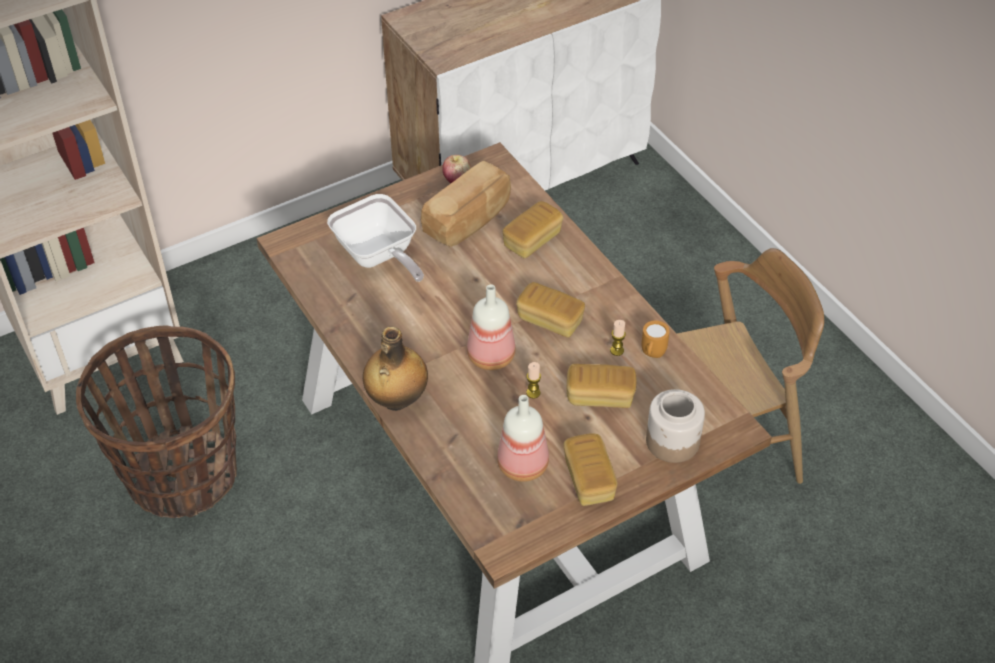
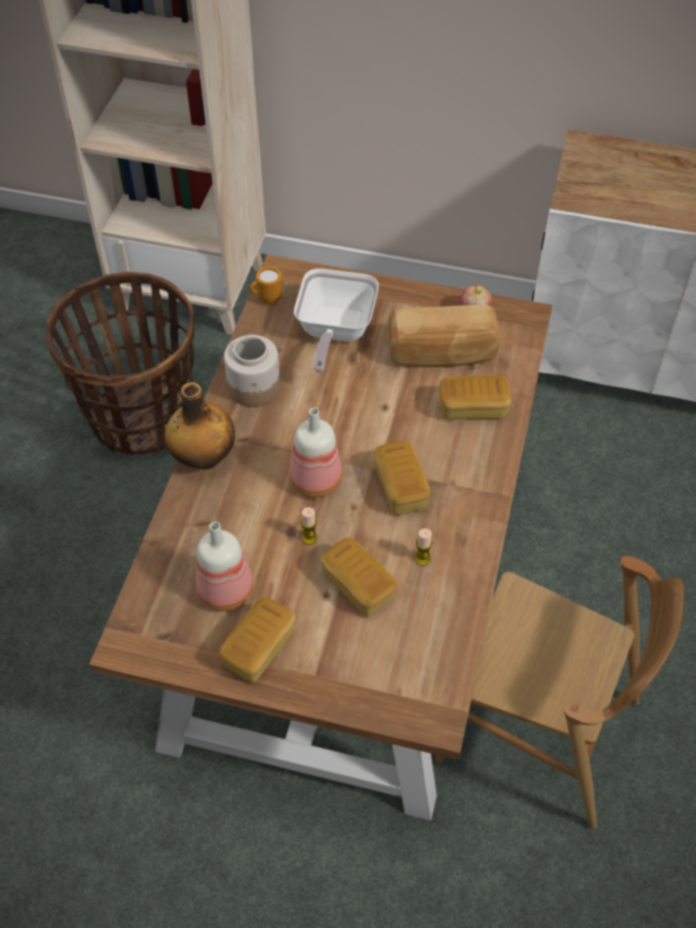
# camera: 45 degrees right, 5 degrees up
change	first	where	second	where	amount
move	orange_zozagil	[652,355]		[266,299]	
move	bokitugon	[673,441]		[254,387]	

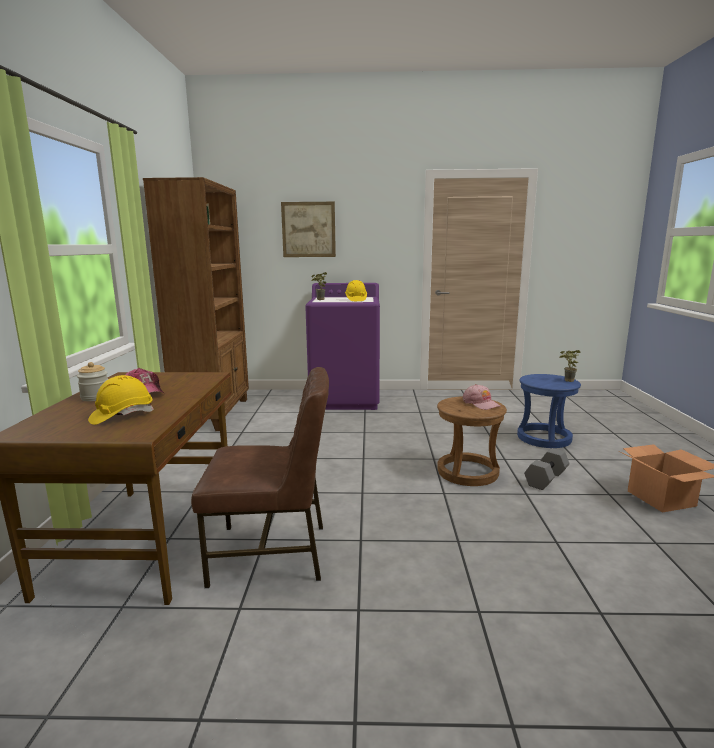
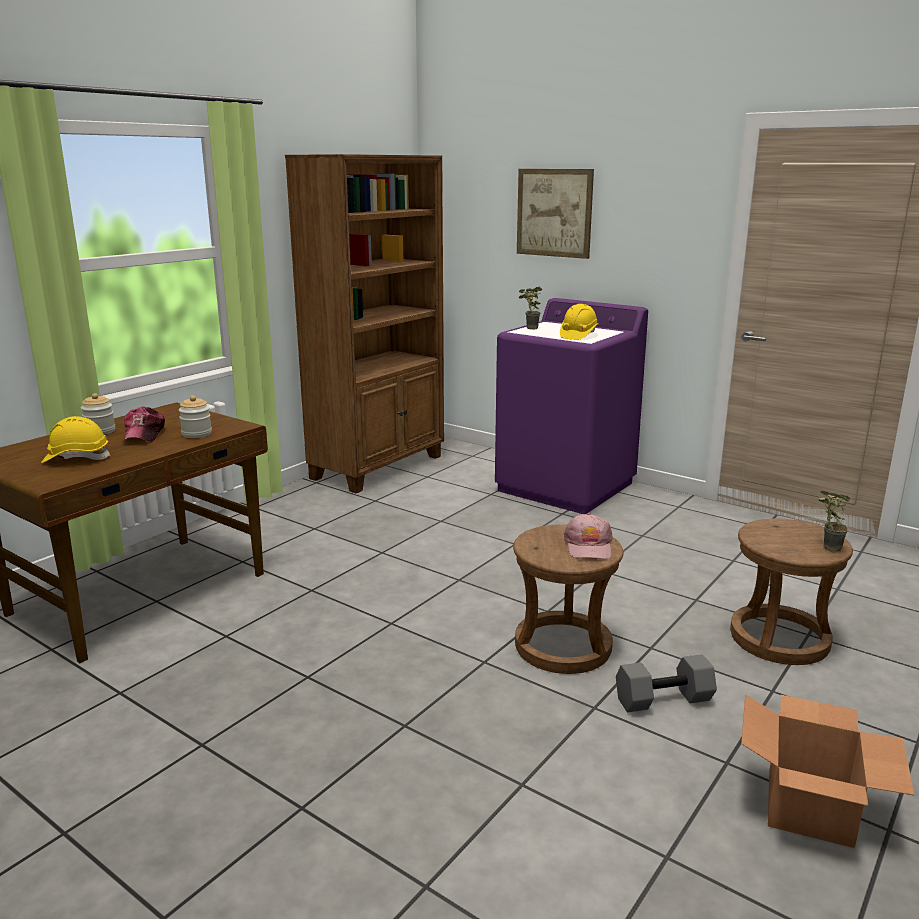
# camera: 35 degrees right, 5 degrees up
change	first	where	second	where	amount
delete	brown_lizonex	[272,553]			
recolor	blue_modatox	[544,438]	brown_modatox	[780,638]	
insert			bokitugon	[197,434]	

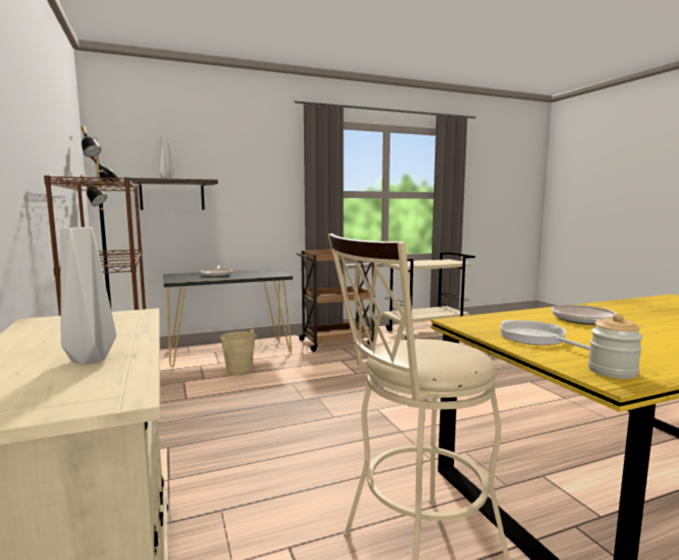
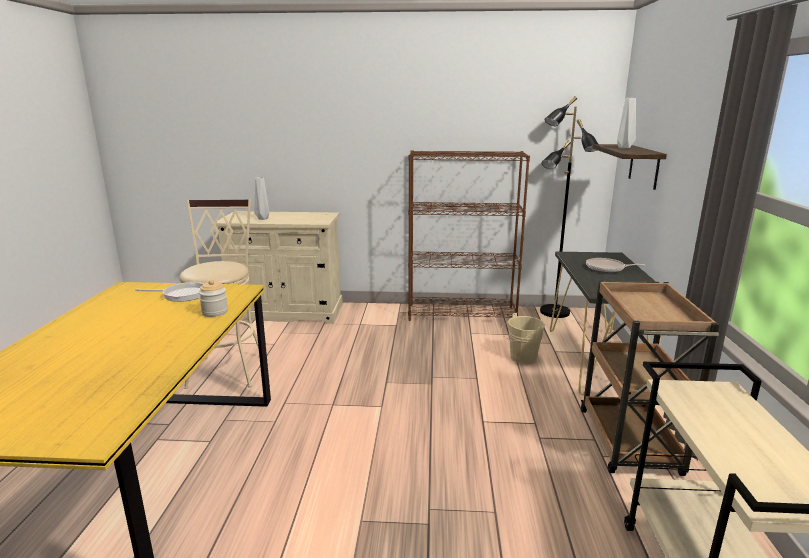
# camera: 115 degrees right, 10 degrees up
change	first	where	second	where	amount
delete	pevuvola	[583,320]			
move	bokitugon	[612,371]		[215,312]	

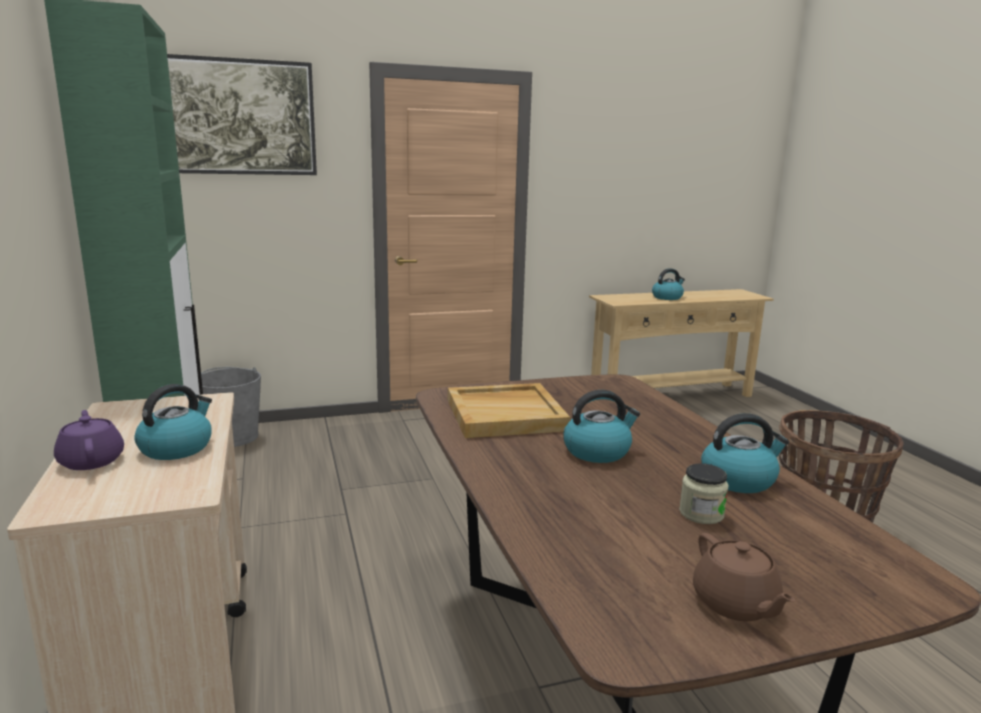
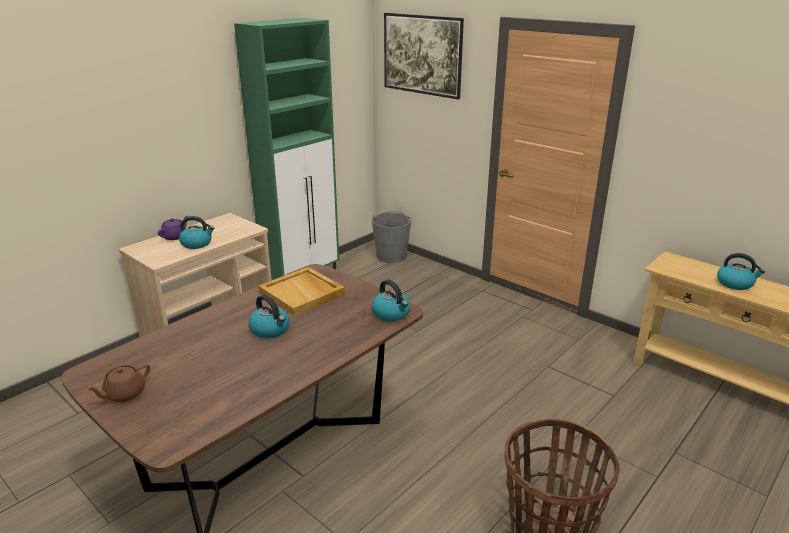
# camera: 60 degrees right, 10 degrees up
change	first	where	second	where	amount
delete	bokitugon	[701,513]			
move	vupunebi	[739,479]		[391,314]	

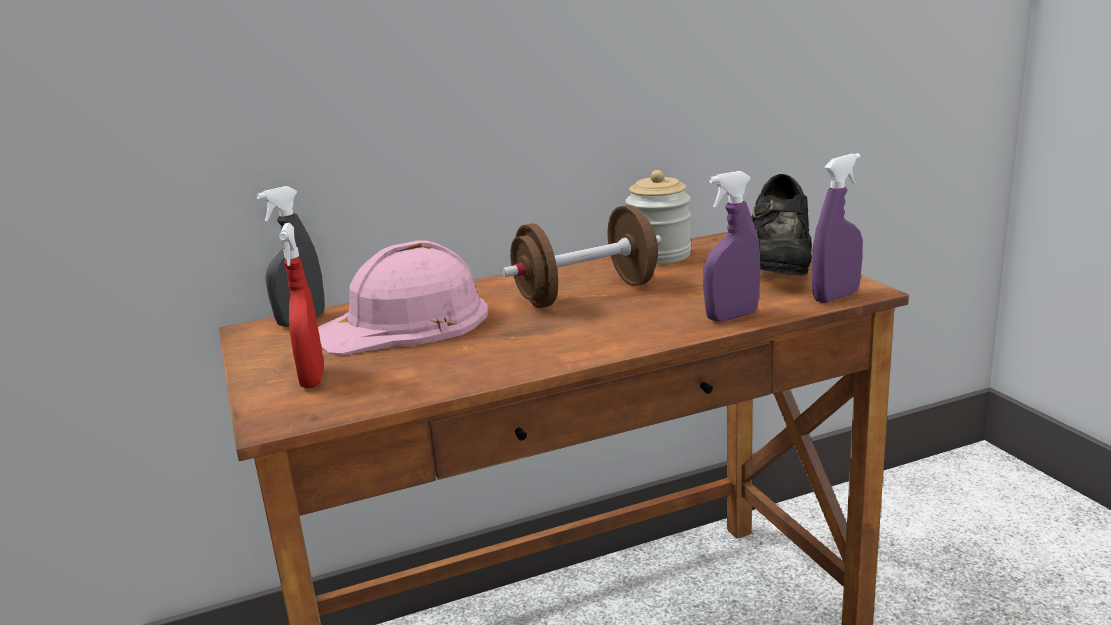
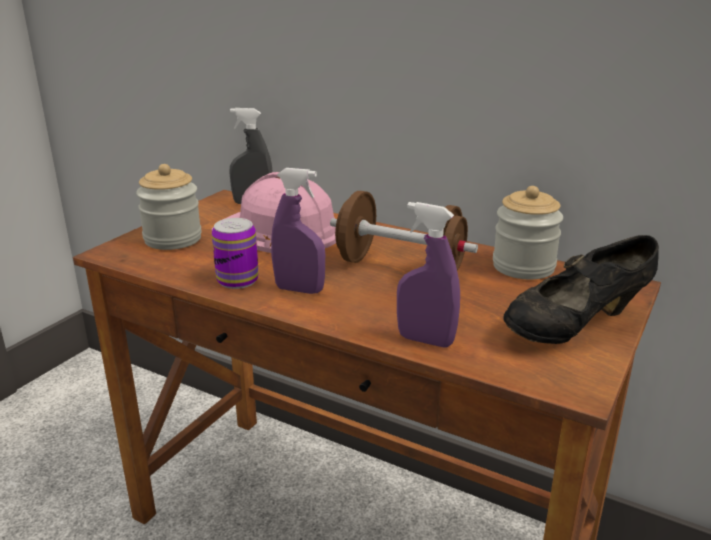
# camera: 50 degrees right, 5 degrees up
change	first	where	second	where	amount
replace	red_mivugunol	[313,378]	bokitugon	[173,239]	
move	purple_mivugunol	[835,297]		[299,290]	
insert			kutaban	[237,280]	

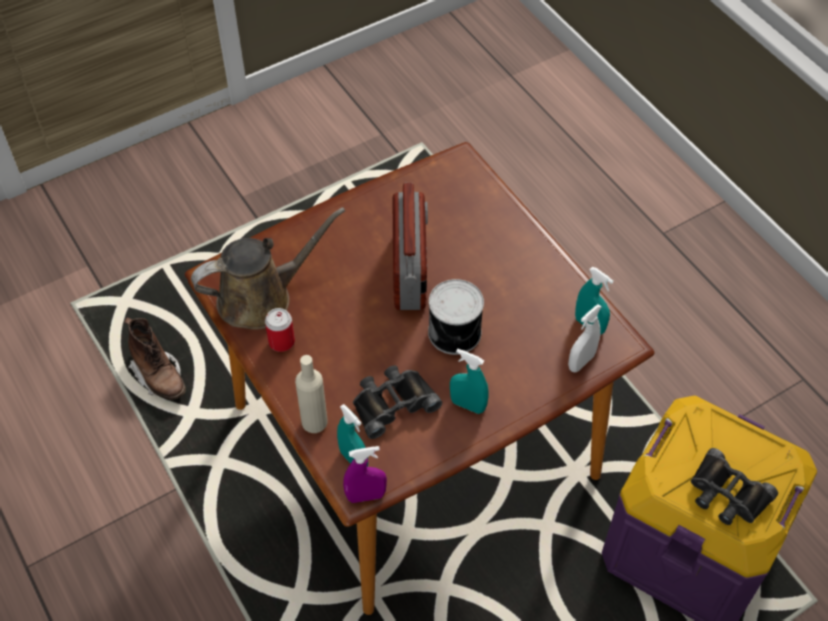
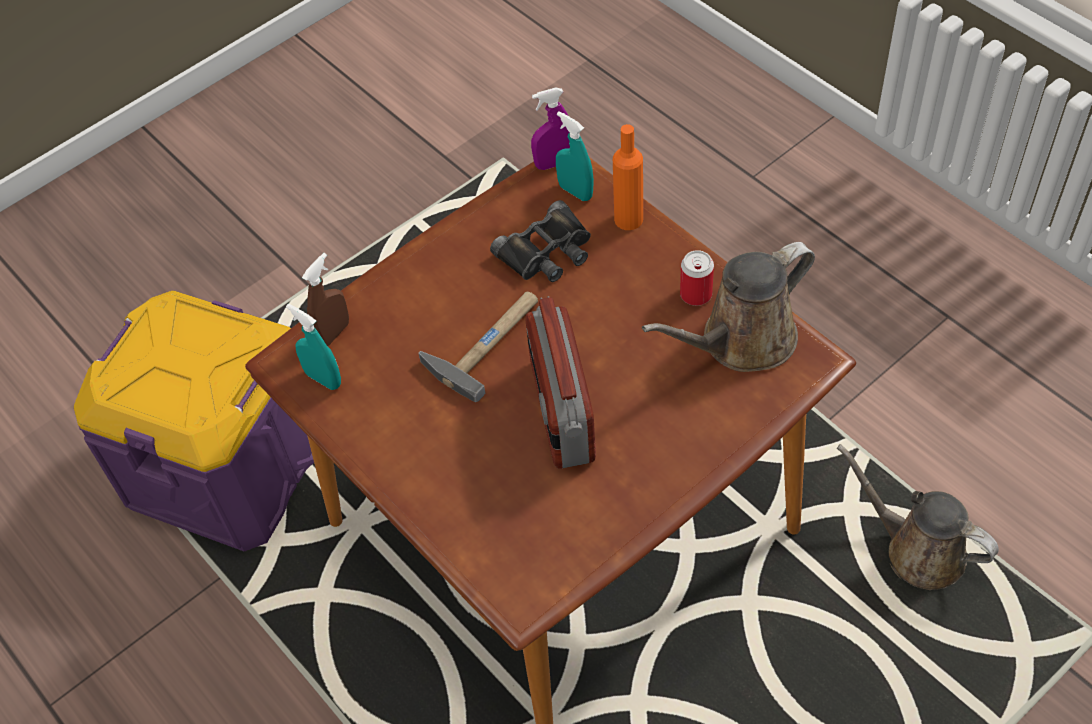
# camera: 175 degrees right, 0 degrees up
change	first	where	second	where	amount
replace	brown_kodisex	[159,376]	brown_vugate	[917,551]	
recolor	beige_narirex	[314,421]	orange_narirex	[628,219]	
replace	kutaban	[456,332]	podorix	[488,341]	
delete	turquoise_mivugunol	[467,405]			
recolor	white_mivugunol	[581,362]	brown_mivugunol	[333,333]	
delete	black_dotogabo	[727,494]			

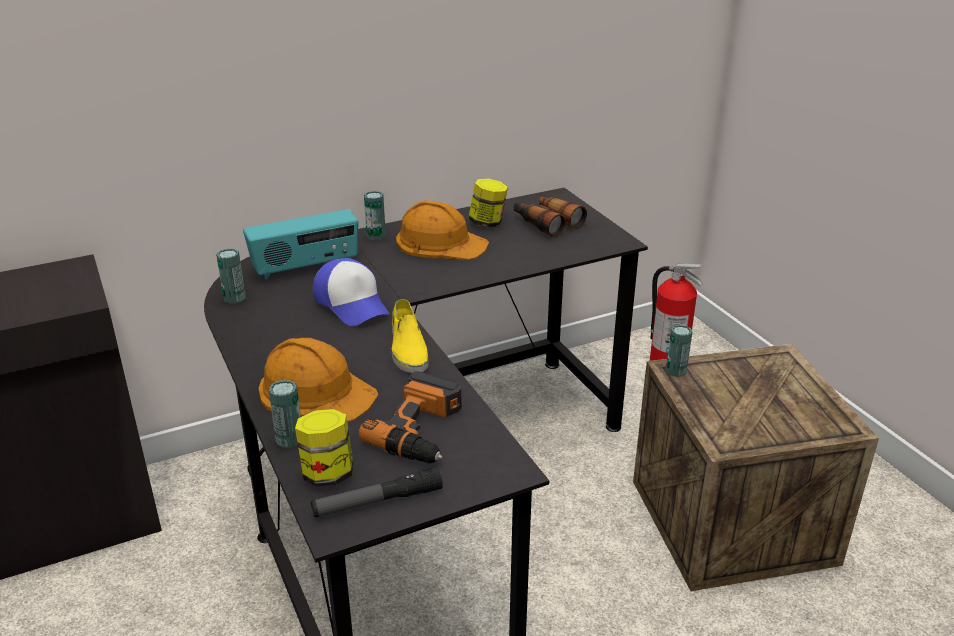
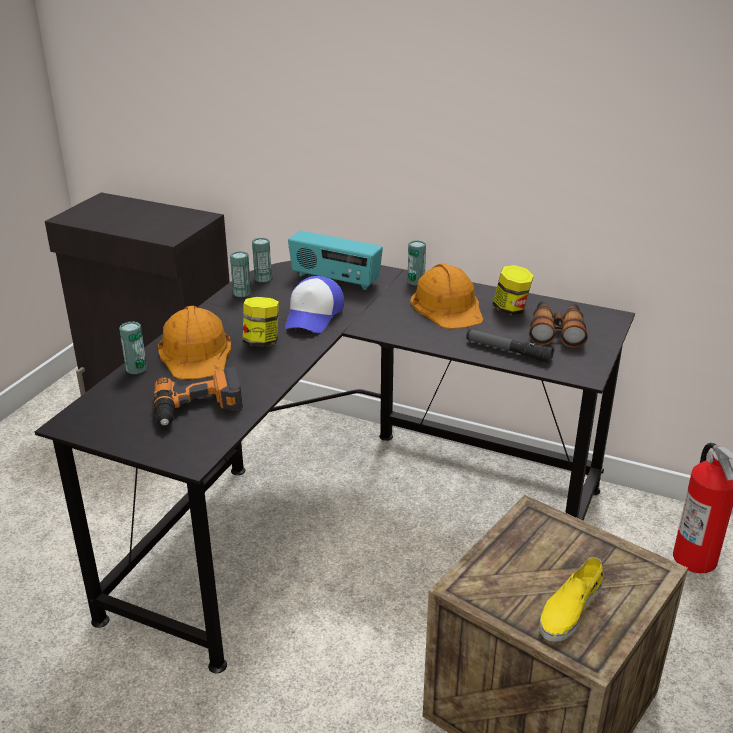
# camera: 50 degrees right, 0 degrees up
change	first	where	second	where	amount
move	bokitugon	[327,473]		[262,342]	
move	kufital	[377,501]		[508,351]	
move	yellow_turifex	[408,348]		[569,608]	
move	kutaban	[676,371]		[242,293]	

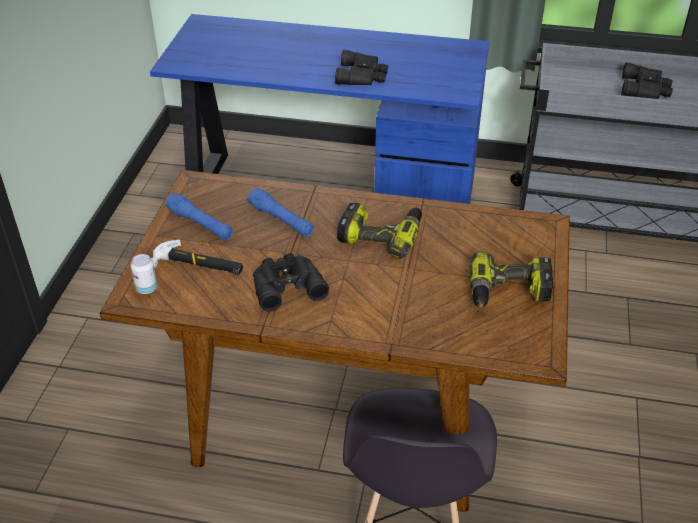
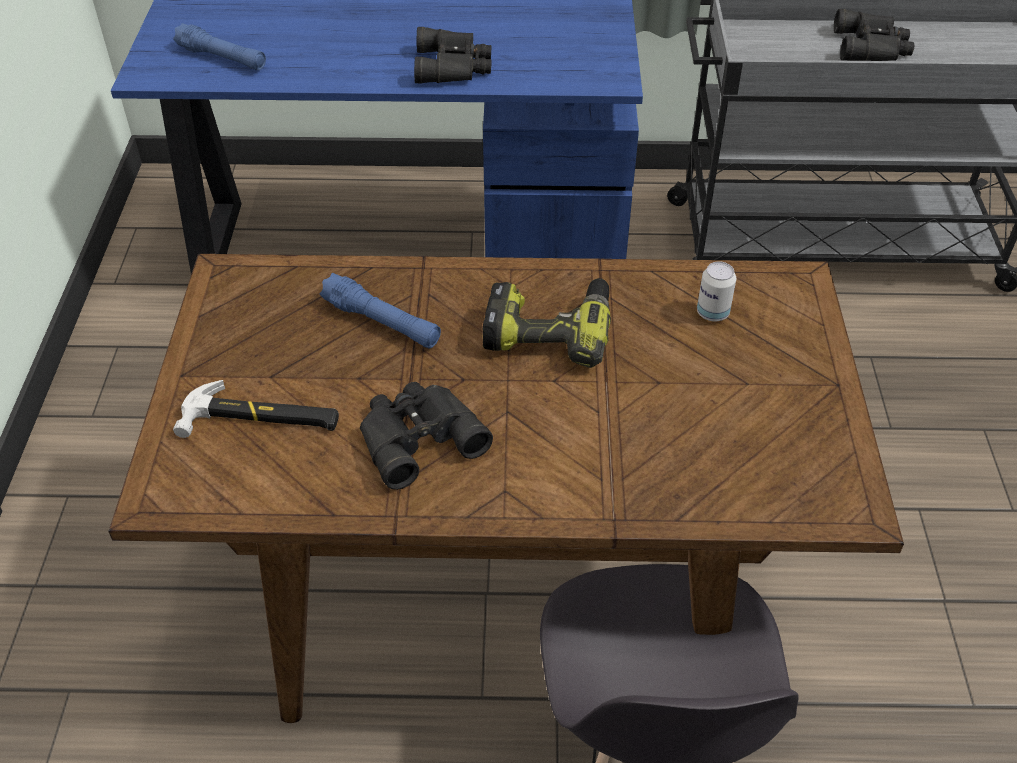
# camera: 10 degrees left, 5 degrees up
change	first	where	second	where	amount
move	kutaban	[147,288]		[712,313]	
move	blue_kufital	[200,224]		[222,58]	
delete	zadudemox	[508,292]			

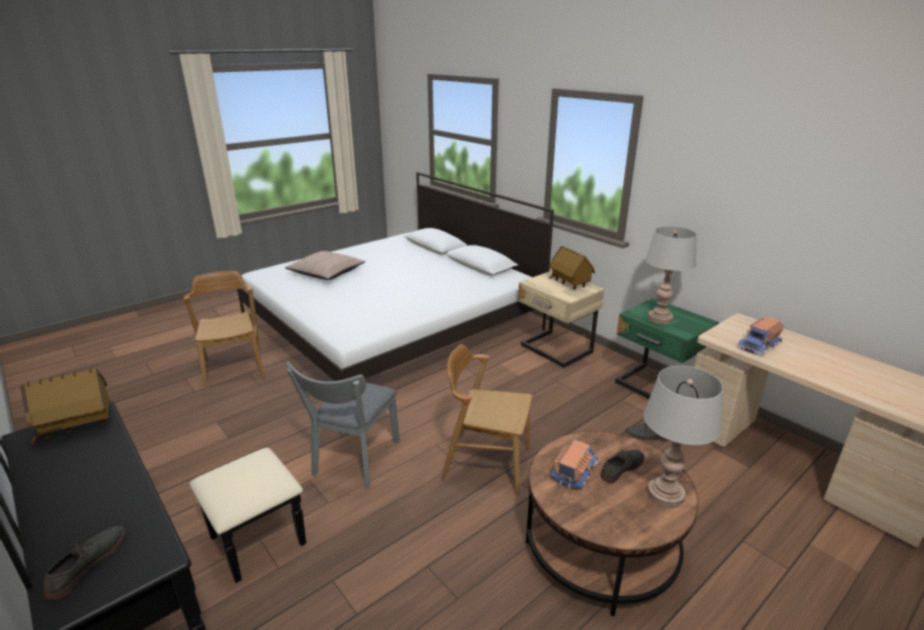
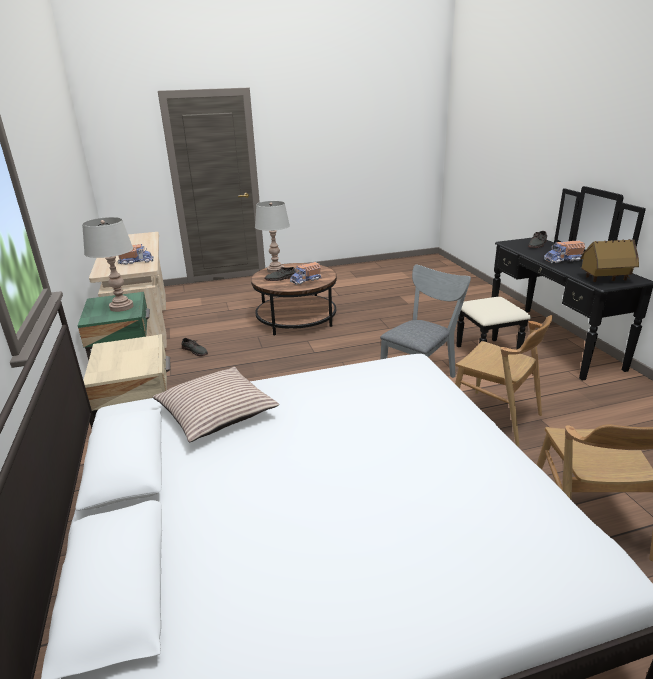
# camera: 155 degrees left, 0 degrees up
change	first	where	second	where	amount
move	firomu	[326,273]		[216,413]	
move	brown_lizonex	[486,463]		[495,418]	
delete	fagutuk	[569,284]			
insert			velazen	[563,260]	

